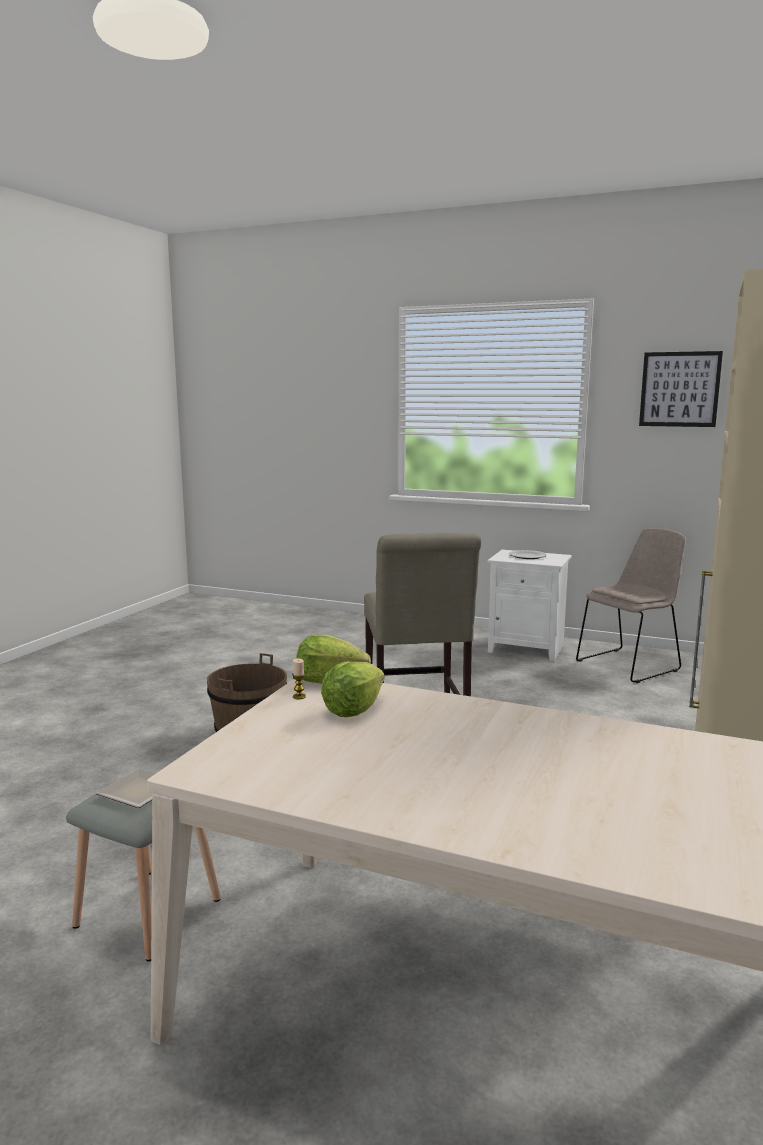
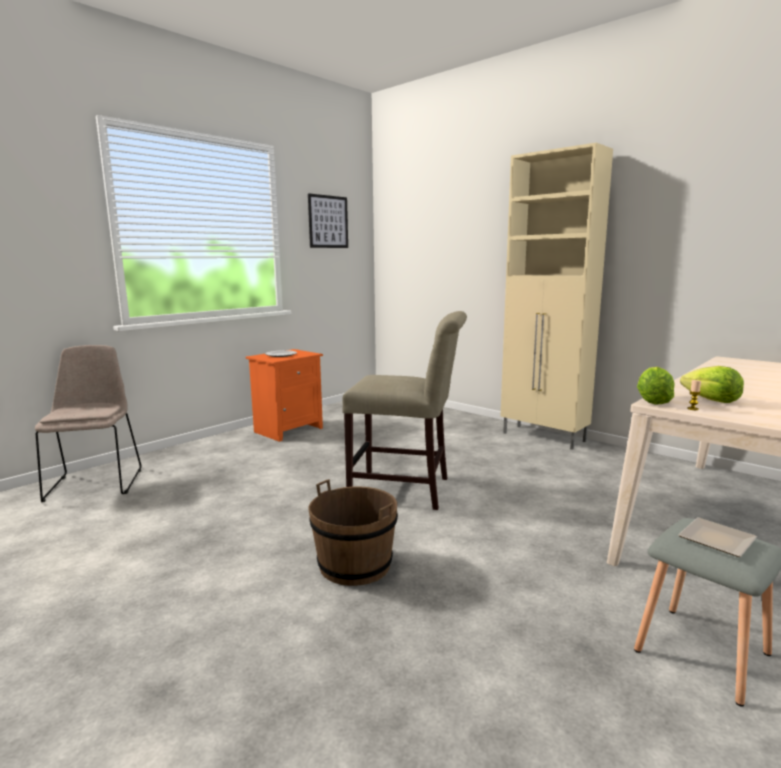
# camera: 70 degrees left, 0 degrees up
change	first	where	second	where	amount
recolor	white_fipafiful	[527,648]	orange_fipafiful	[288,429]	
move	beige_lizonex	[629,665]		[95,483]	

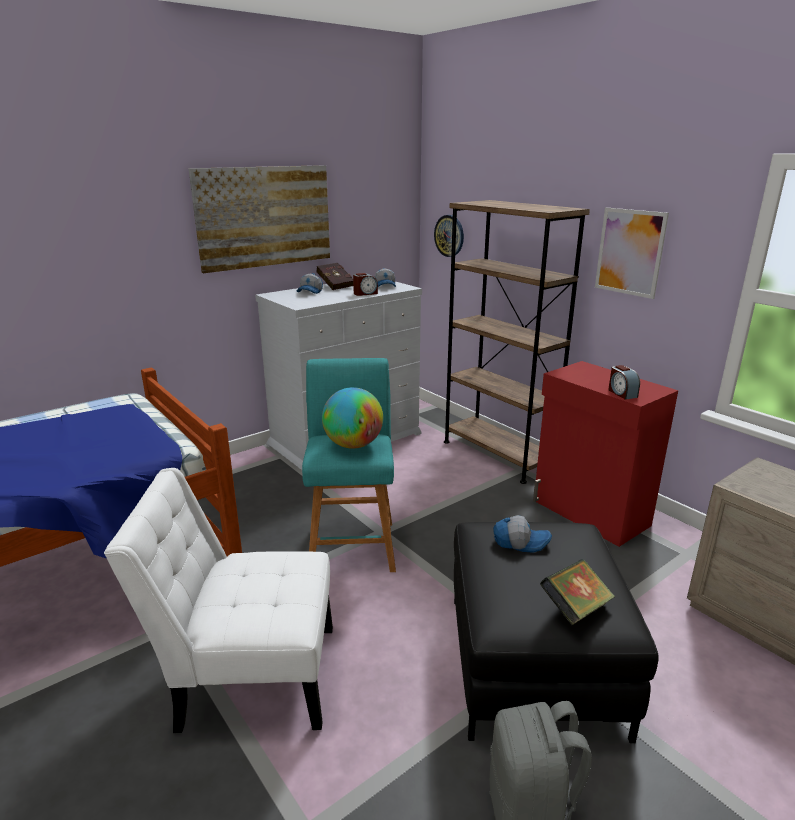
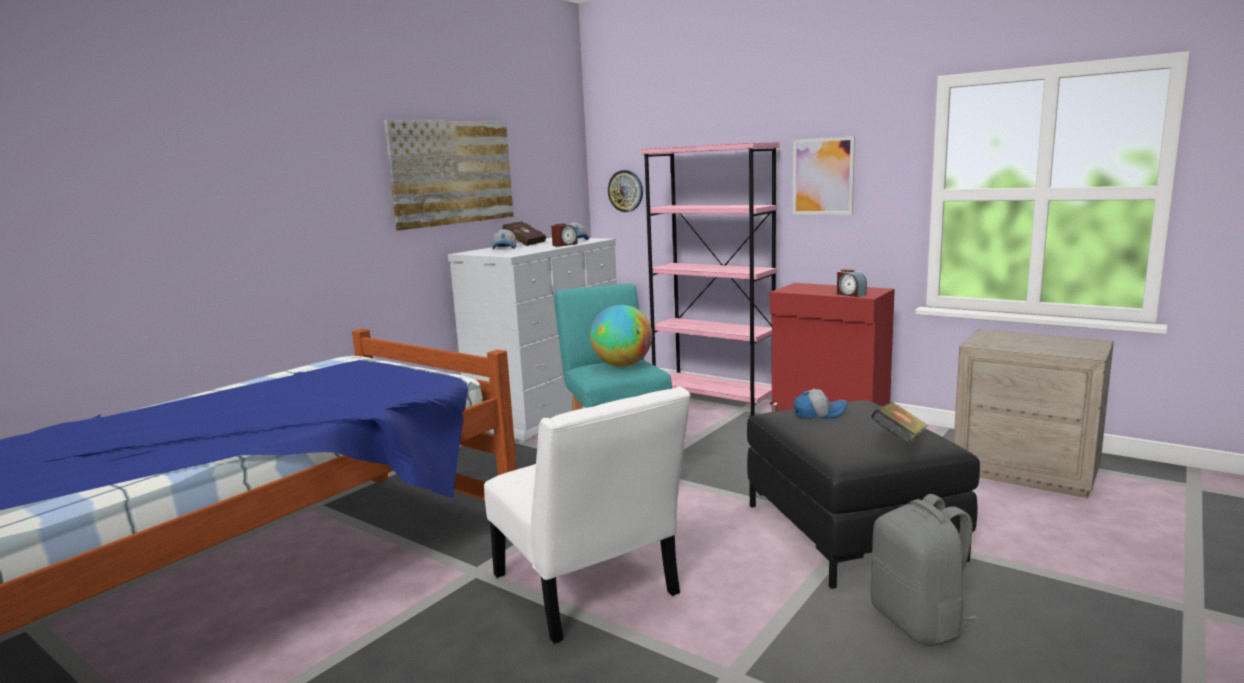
# camera: 15 degrees left, 10 degrees down
change	first	where	second	where	amount
rotate	white_lizonex	[249,675]		[588,590]	105 degrees counterclockwise
recolor	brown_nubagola	[497,454]	pink_nubagola	[713,401]	

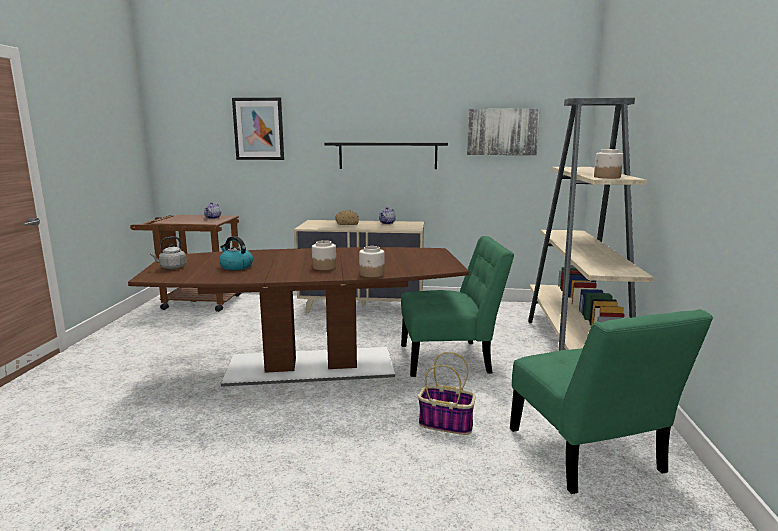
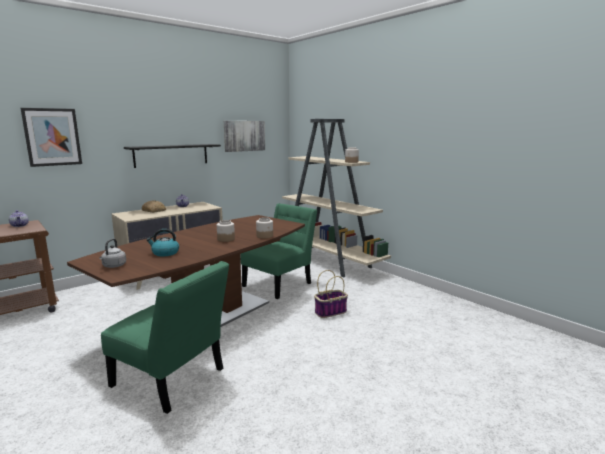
# camera: 45 degrees left, 0 degrees up
change	first	where	second	where	amount
move	green_lizonex	[588,455]		[172,380]	

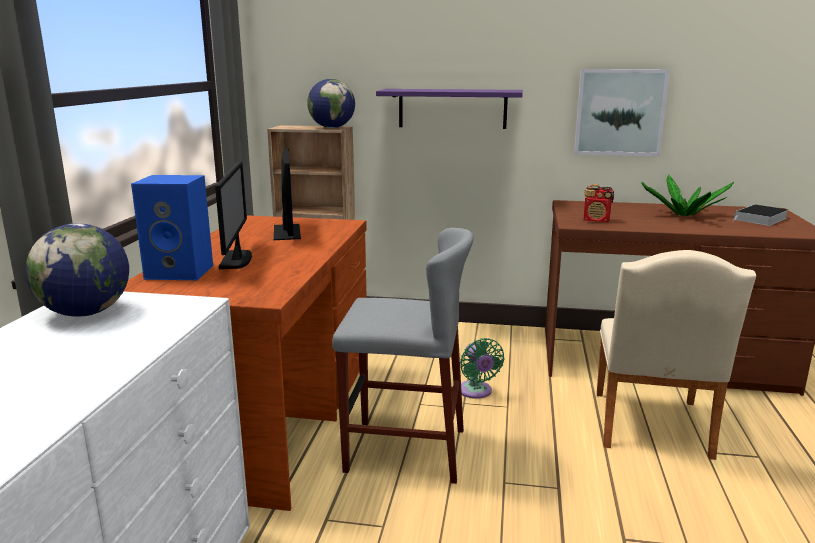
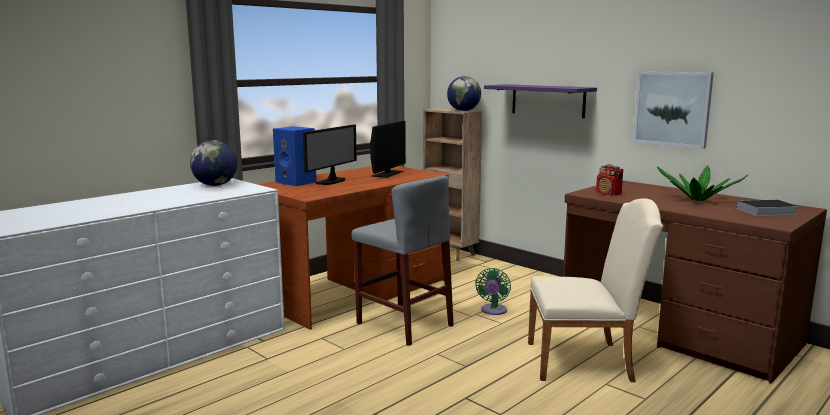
# camera: 35 degrees right, 5 degrees down
change	first	where	second	where	amount
rotate	beige_lizonex	[651,428]		[587,361]	135 degrees counterclockwise

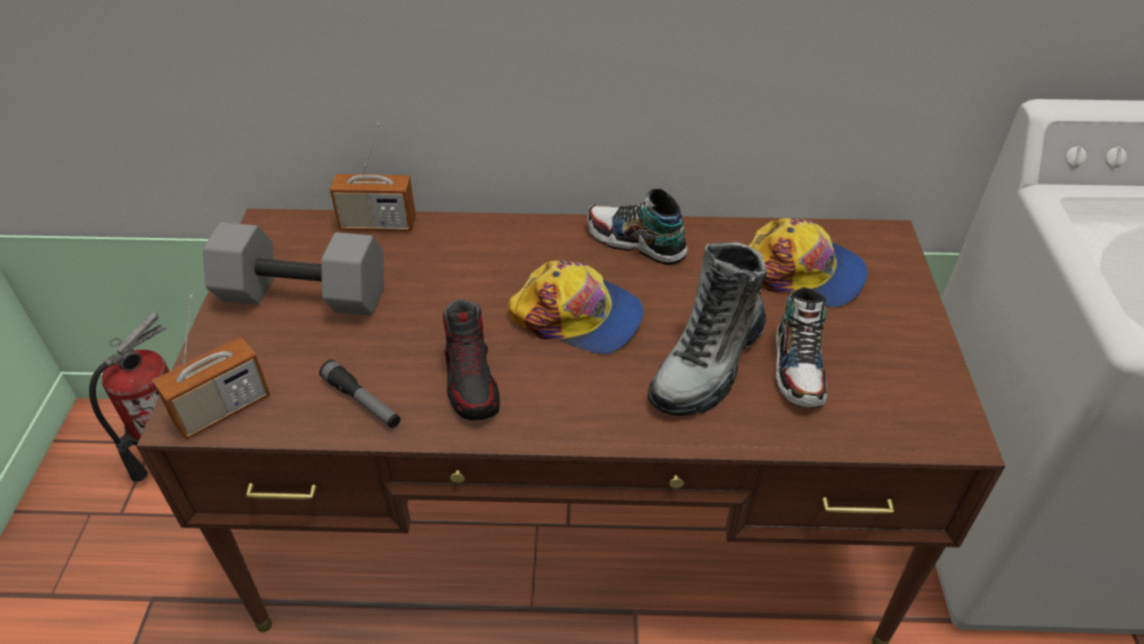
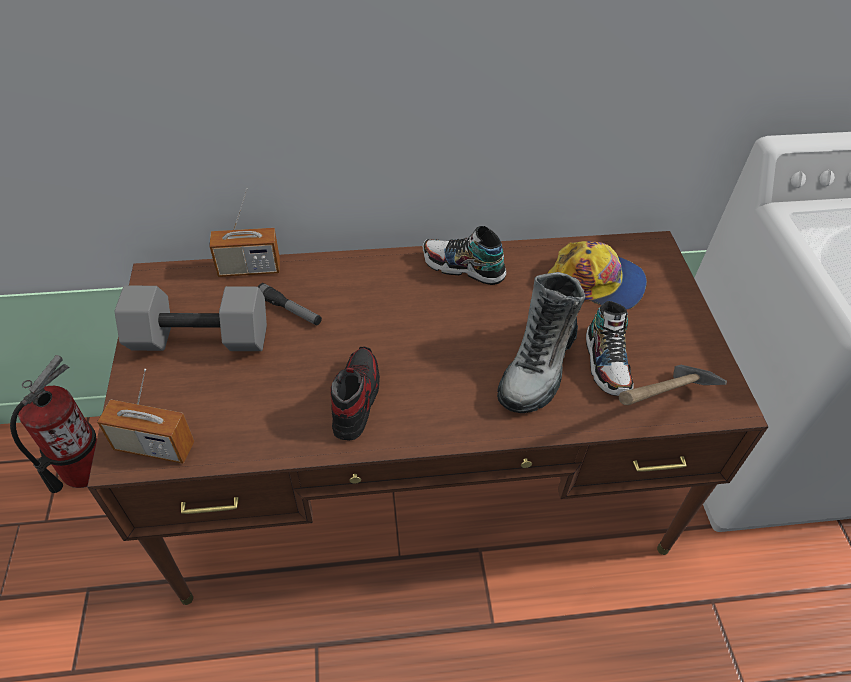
# camera: 10 degrees left, 5 degrees up
change	first	where	second	where	amount
rotate	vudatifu	[222,409]		[154,447]	60 degrees clockwise
move	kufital	[362,401]		[290,310]	
rotate	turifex	[471,380]		[355,399]	150 degrees counterclockwise
delete	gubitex	[578,316]			
insert			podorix	[658,414]	

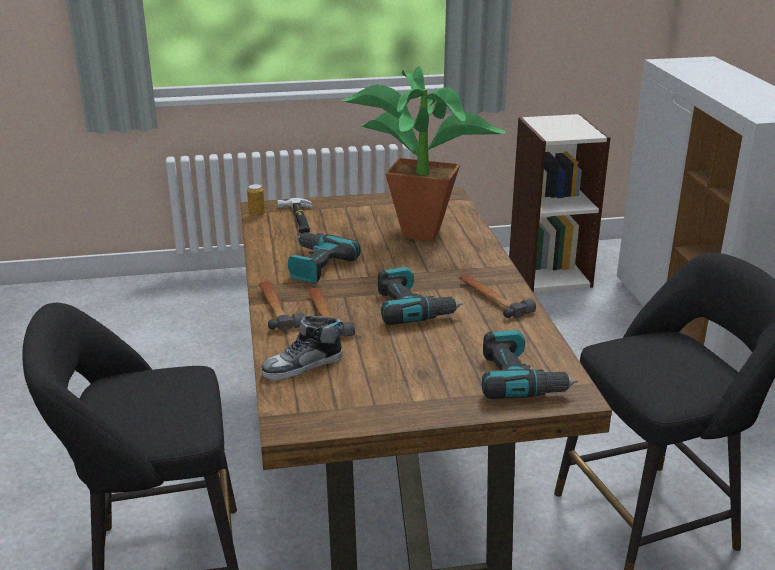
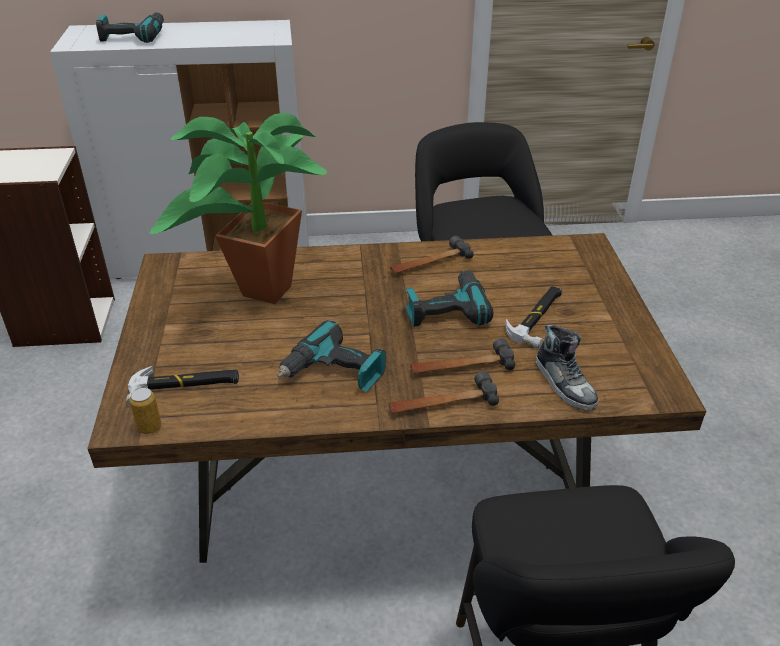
# camera: 85 degrees left, 10 degrees up
change	first	where	second	where	amount
move	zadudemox	[519,379]		[133,36]	
insert			podorix	[538,318]	

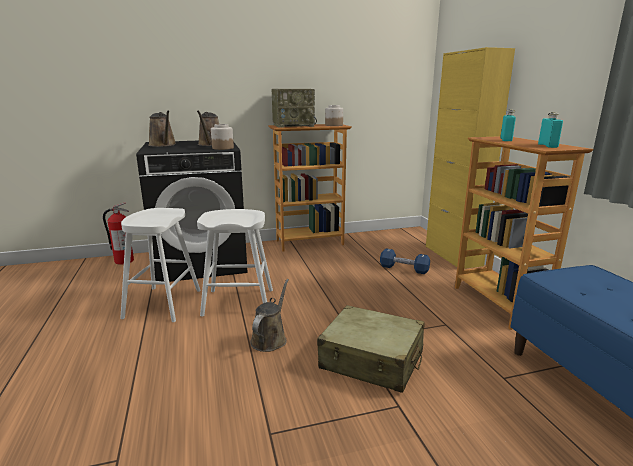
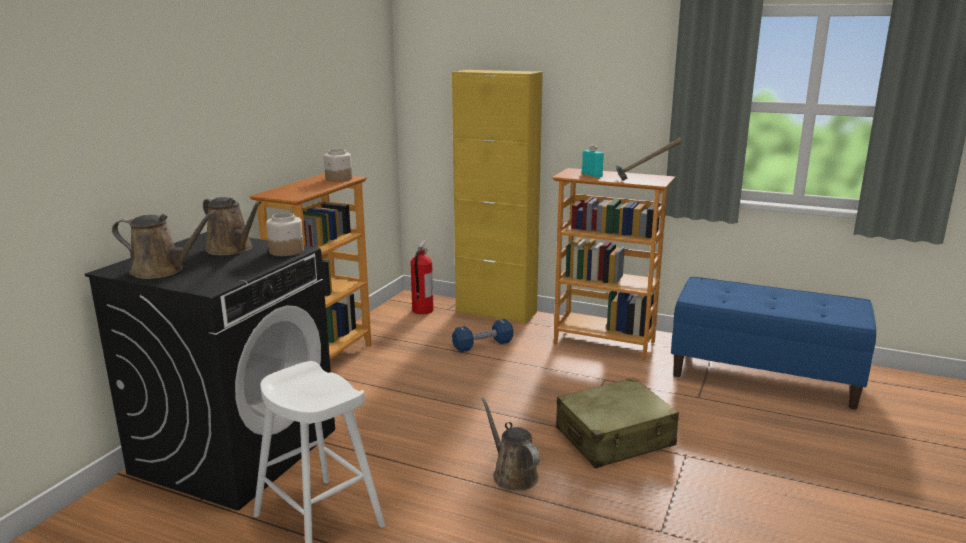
# camera: 50 degrees left, 0 degrees up
change	first	where	second	where	amount
move	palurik	[124,261]		[422,311]	
delete	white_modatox	[238,302]			
delete	vudatifu	[294,125]			
replace	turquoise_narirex	[547,146]	podorix	[644,179]	

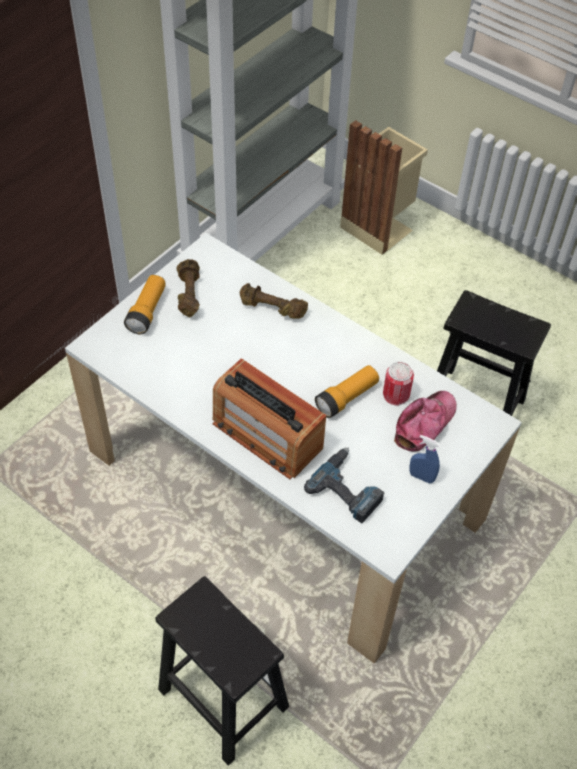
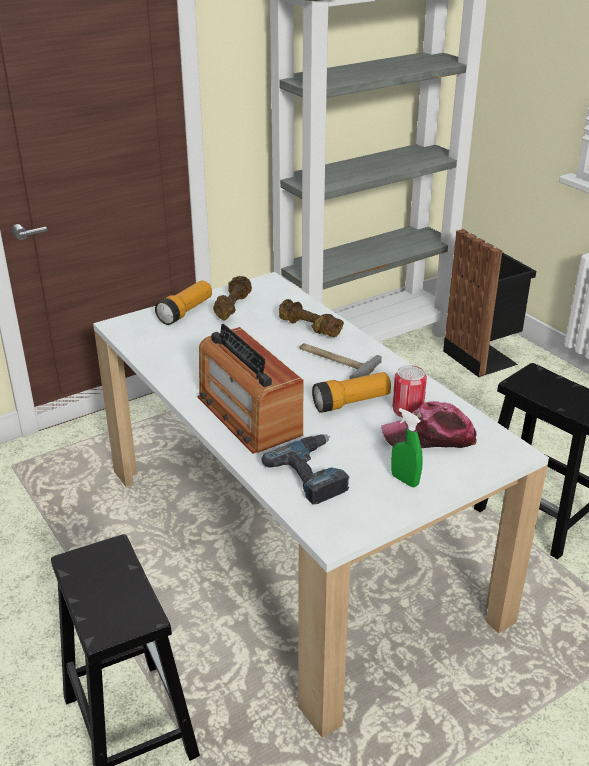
# camera: 20 degrees right, 20 degrees down
change	first	where	second	where	amount
recolor	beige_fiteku	[378,226]	black_fiteku	[482,356]	
rotate	gubitex	[424,423]		[429,437]	150 degrees counterclockwise
recolor	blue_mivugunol	[421,477]	green_mivugunol	[404,480]	
insert			podorix	[334,362]	

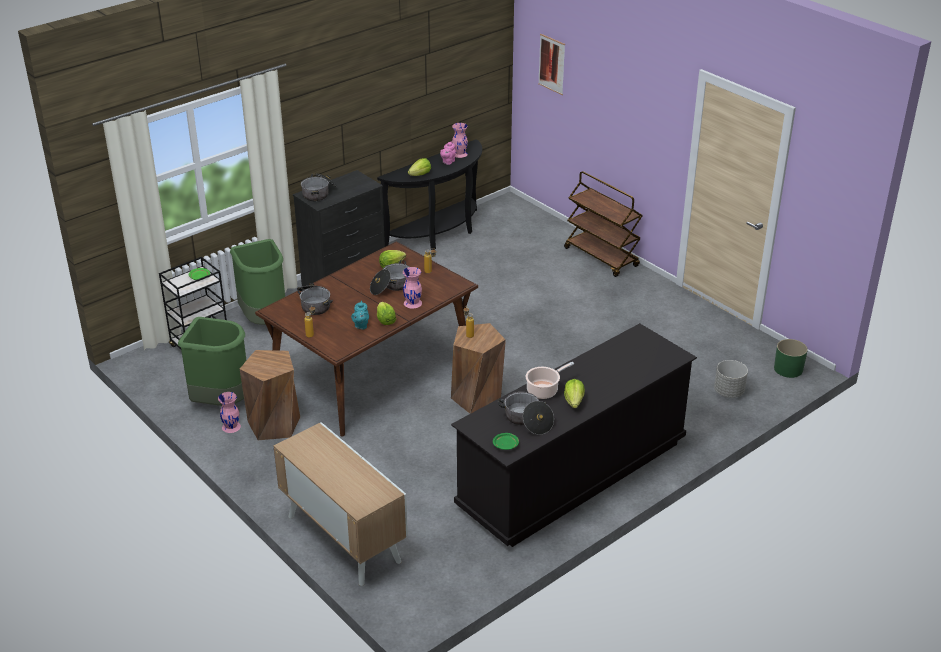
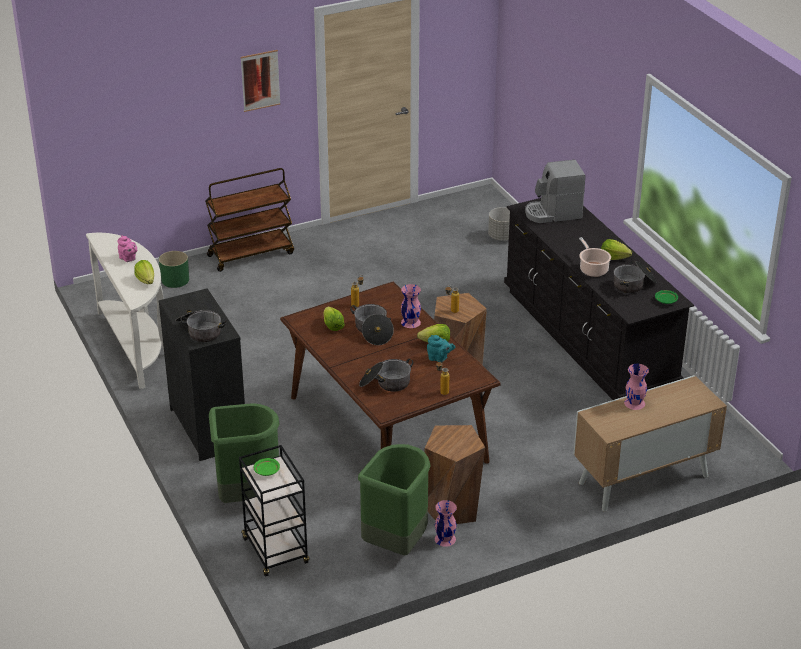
# camera: 75 degrees left, 0 degrees up
change	first	where	second	where	amount
recolor	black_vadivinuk	[440,234]	white_vadivinuk	[137,345]	
move	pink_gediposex	[460,154]		[635,403]	
move	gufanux	[552,64]		[260,80]	
move	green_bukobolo	[788,369]		[175,280]	
insert			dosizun	[553,213]	

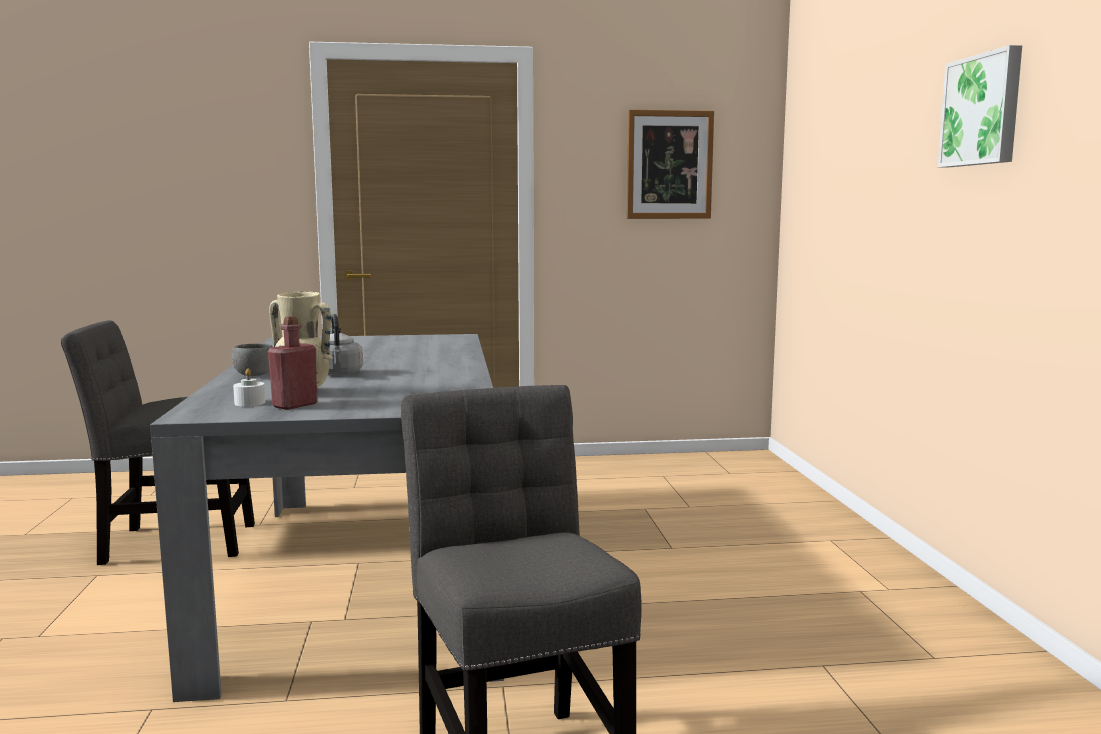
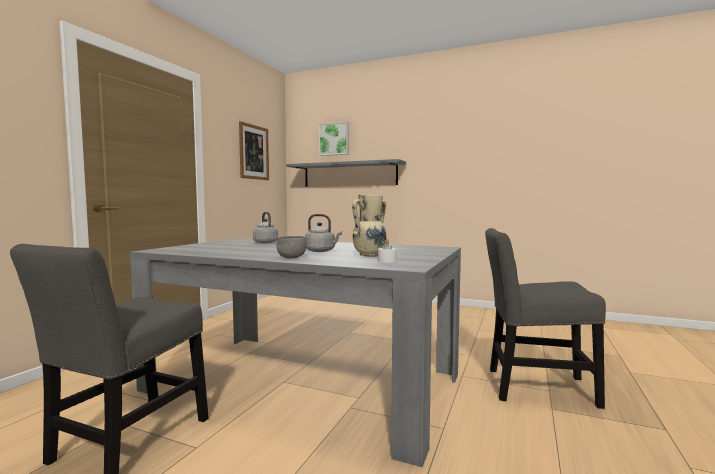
# camera: 60 degrees left, 5 degrees down
change	first	where	second	where	amount
delete	red_narirex	[295,405]			
move	gufanux	[983,110]		[334,139]	
insert			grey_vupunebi	[265,242]	
insert			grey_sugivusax	[349,174]	

